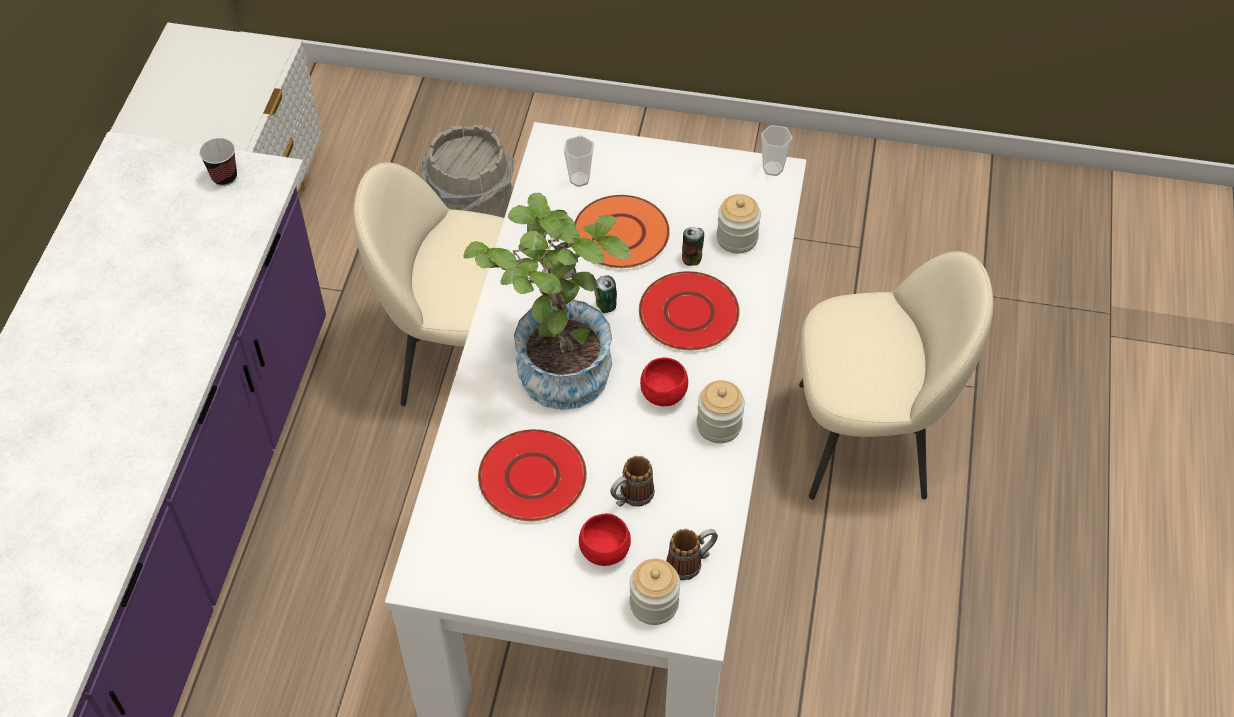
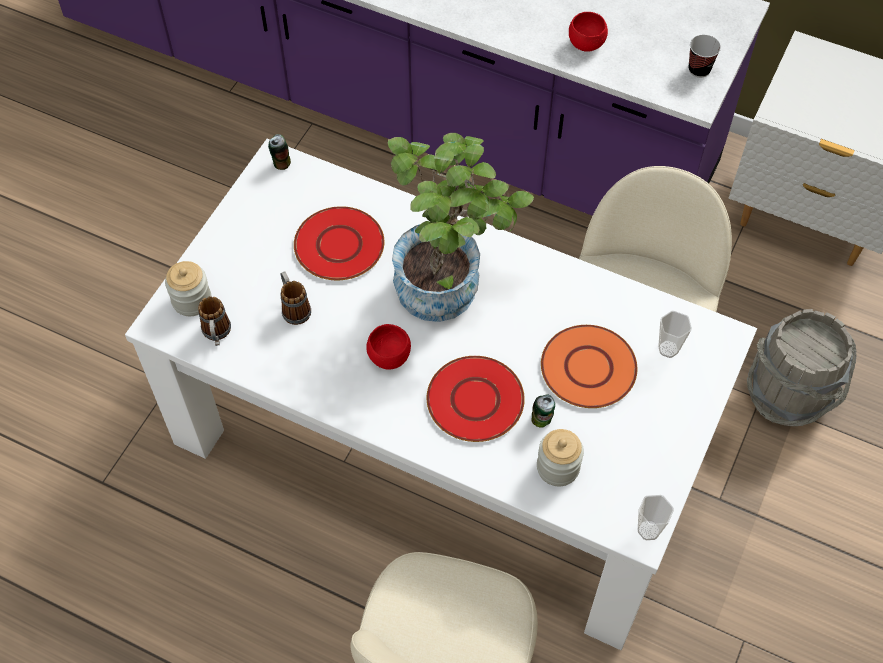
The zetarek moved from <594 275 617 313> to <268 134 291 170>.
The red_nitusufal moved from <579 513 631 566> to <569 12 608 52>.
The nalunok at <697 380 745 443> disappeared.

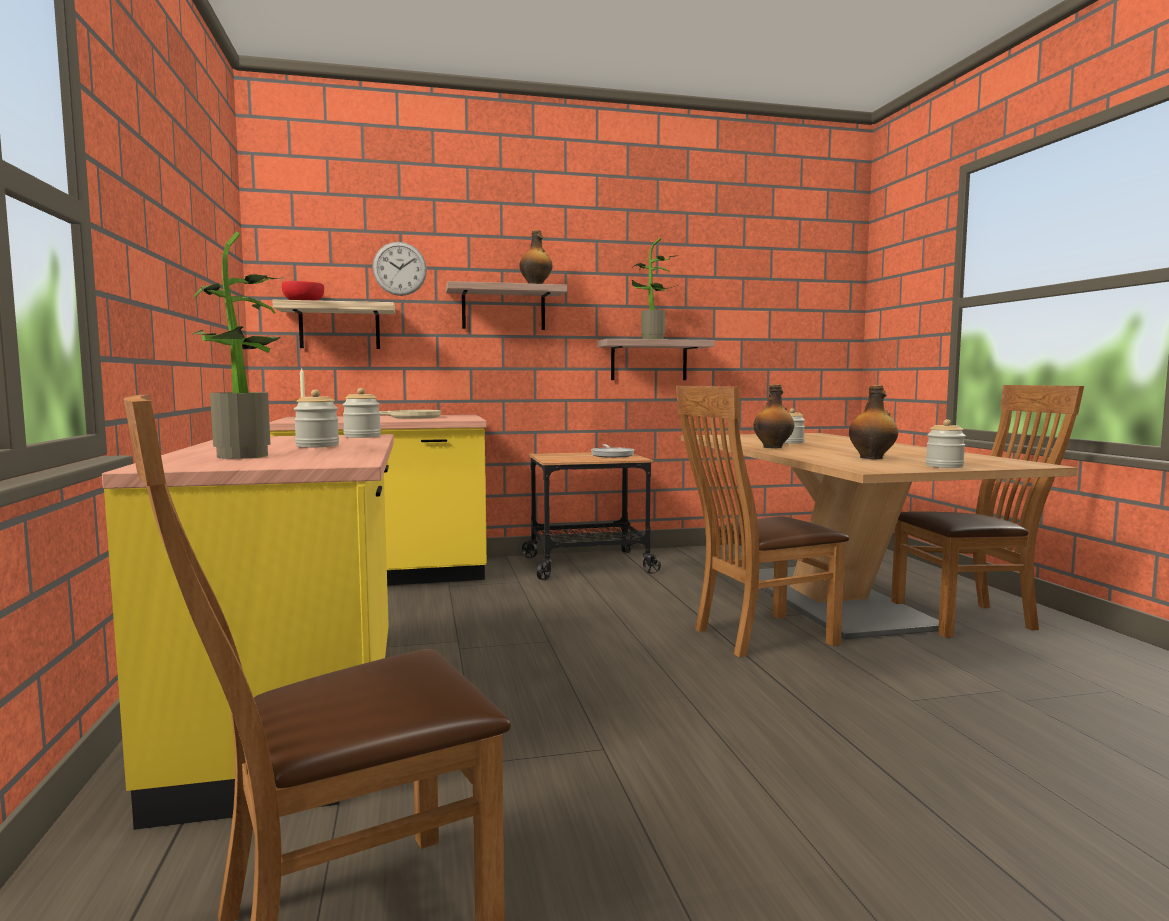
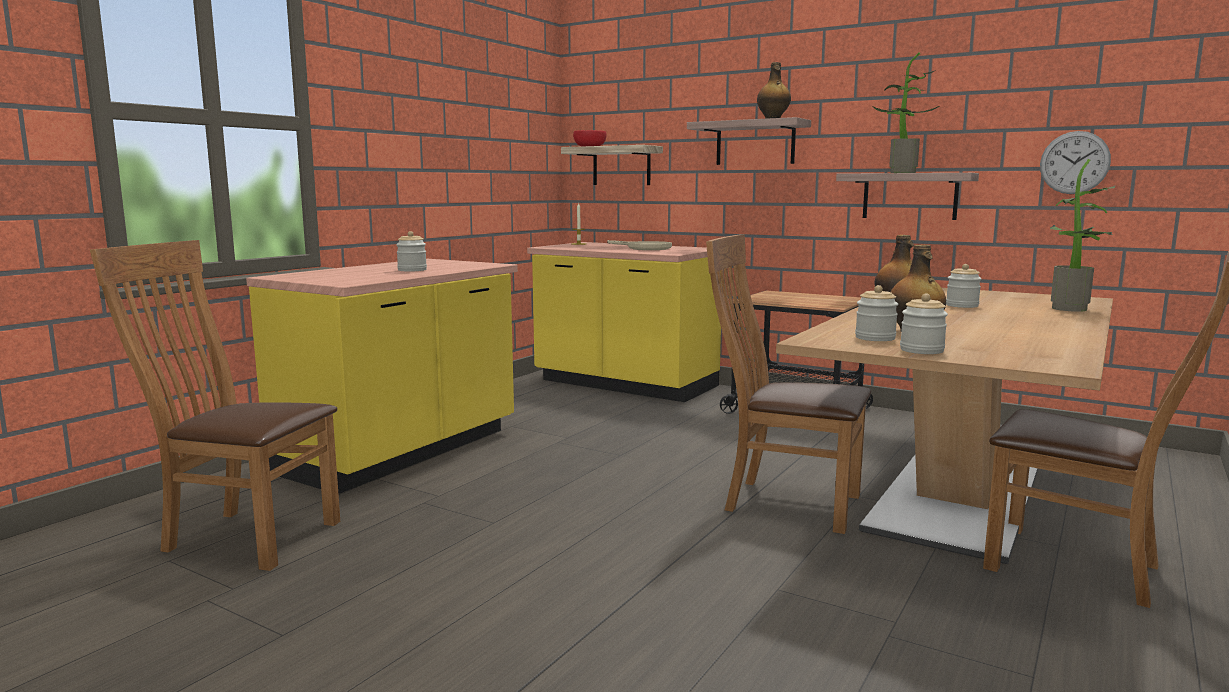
The nalunok moved from <342 388 381 438> to <855 285 898 341>.
The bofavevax moved from <372 242 427 296> to <1040 131 1111 194>.
The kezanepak moved from <193 232 284 459> to <1050 159 1115 312>.
The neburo at <591 444 634 458> disappeared.

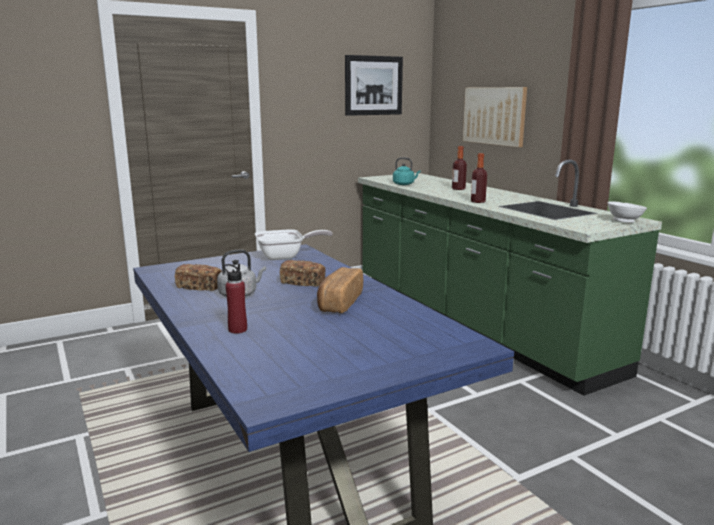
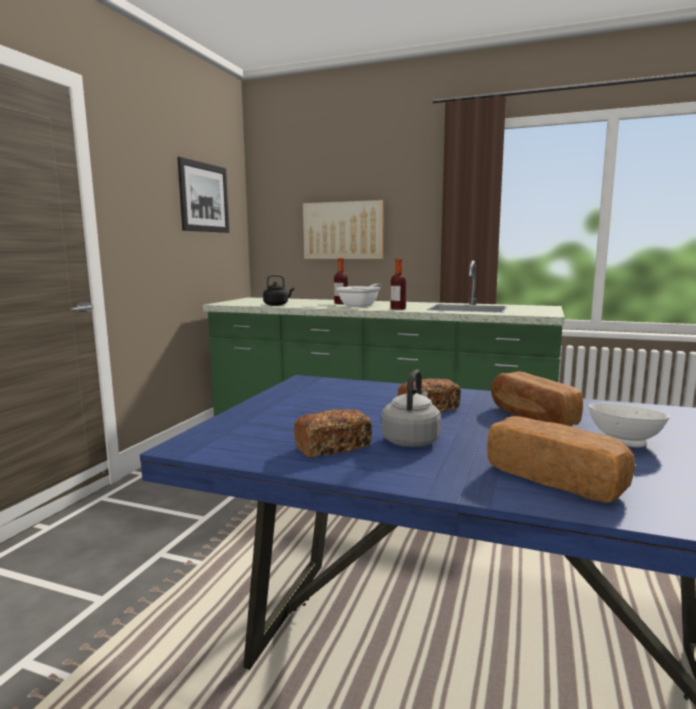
The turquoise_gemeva at <393 157 421 185> became the black_gemeva at <263 275 294 306>.
The neburo moved from <255 229 333 260> to <336 284 382 307>.
The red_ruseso at <224 264 247 334> was replaced by the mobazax at <487 416 635 503>.
The white_nitusufal moved from <607 201 647 223> to <589 403 670 447>.

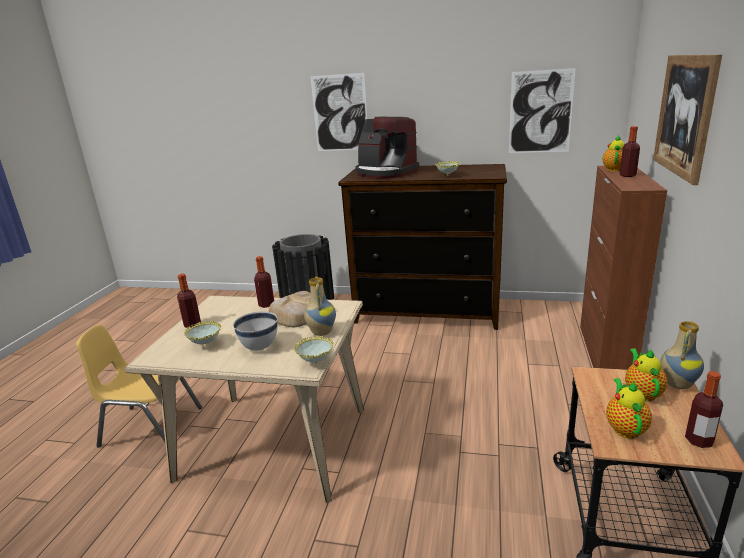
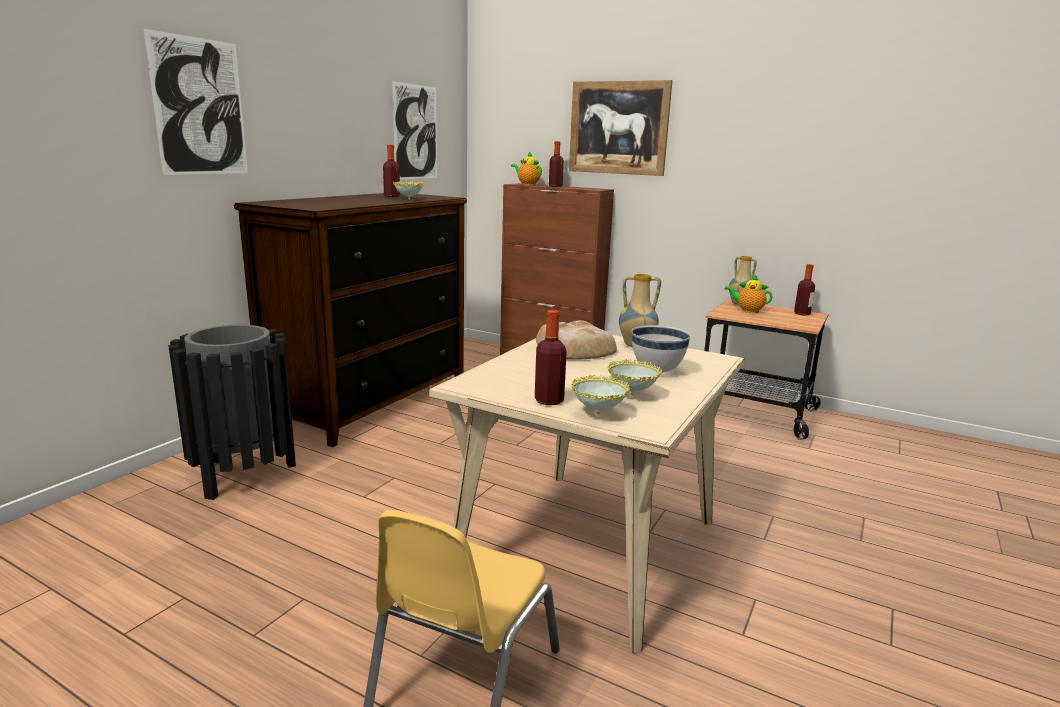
The ruseso moved from <254 256 274 308> to <383 145 400 197>.
The nitusufal moved from <294 336 333 364> to <571 375 630 415>.
The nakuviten at <355 117 419 179> disappeared.
The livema at <606 378 652 439> disappeared.

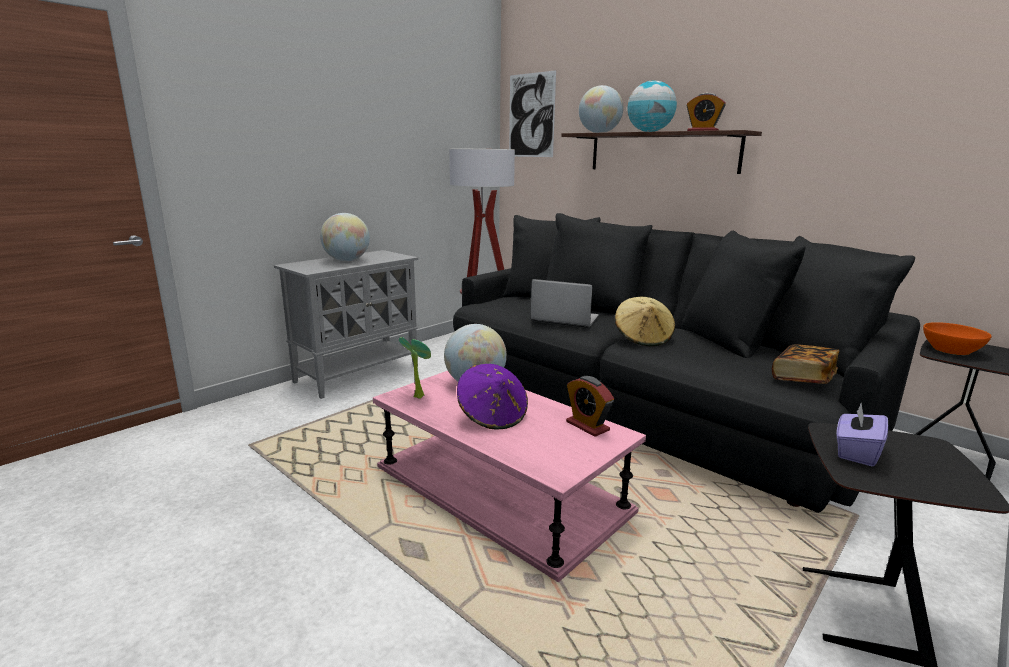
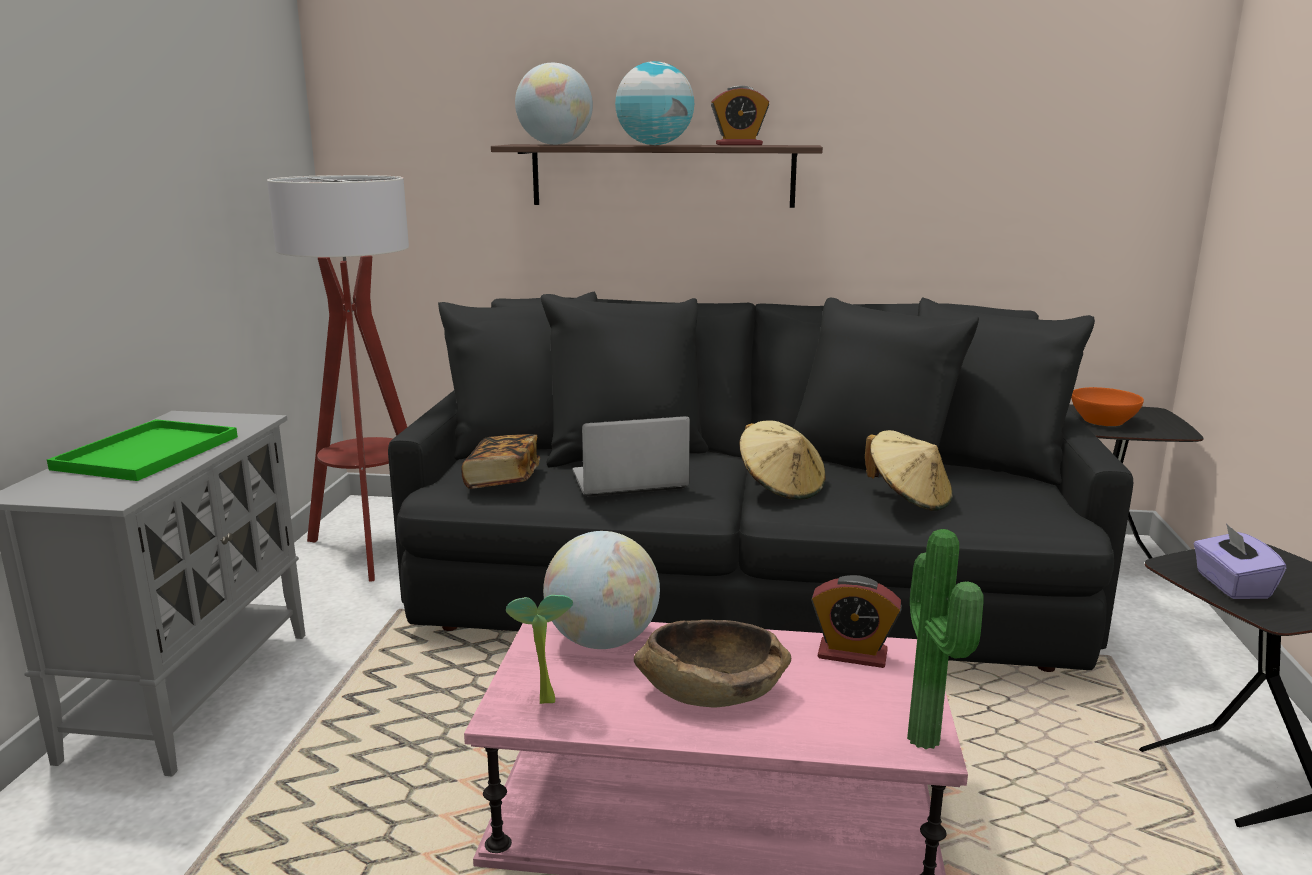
The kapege at <320 213 370 261> was replaced by the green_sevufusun at <47 419 238 481>.
The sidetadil moved from <772 344 839 384> to <461 434 540 489>.
The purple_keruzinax at <457 364 528 430> was replaced by the brown_nitusufal at <634 620 791 707>.
The beige_keruzinax at <865 430 952 511> appeared.
The kezanepak at <907 529 984 749> appeared.
The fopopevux at <509 70 556 157> disappeared.

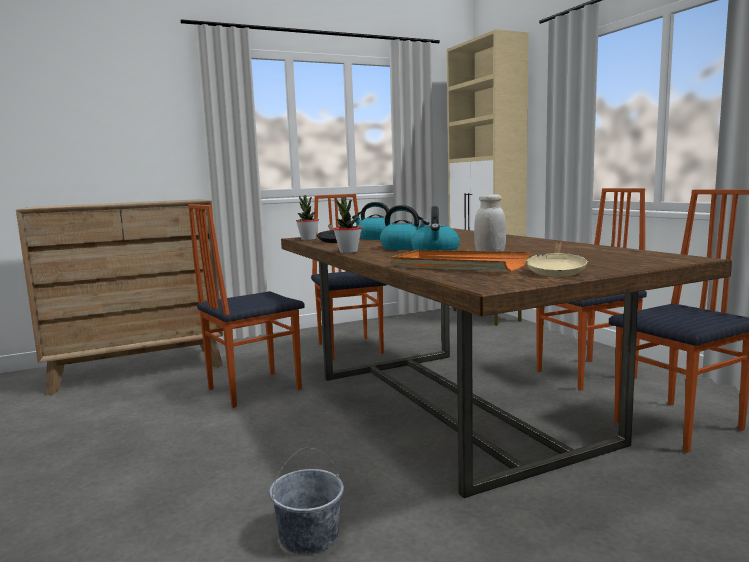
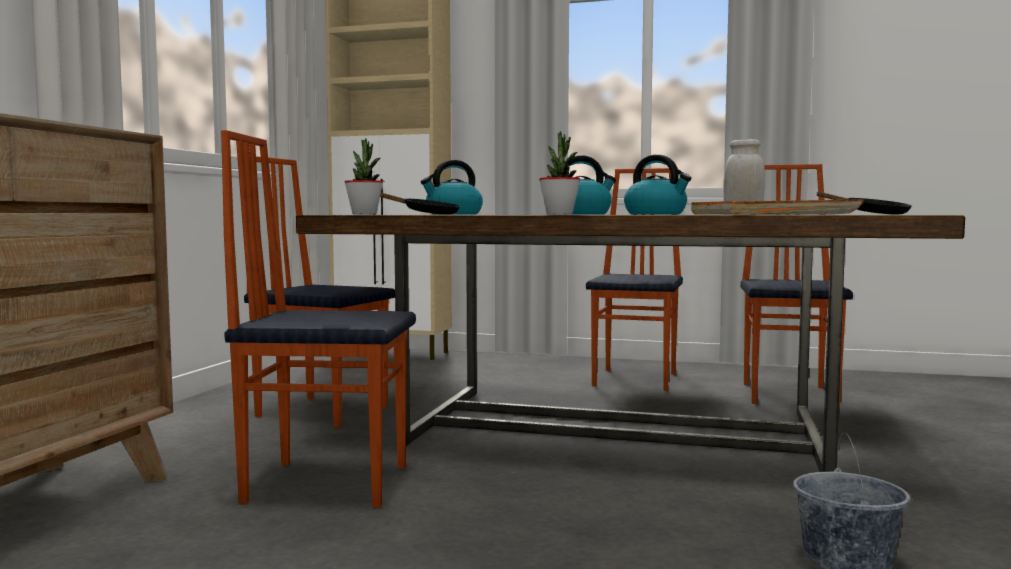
The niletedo at <188 204 305 408> turned 90 degrees clockwise.
The beige_neburo at <526 242 588 277> became the black_neburo at <817 192 912 215>.

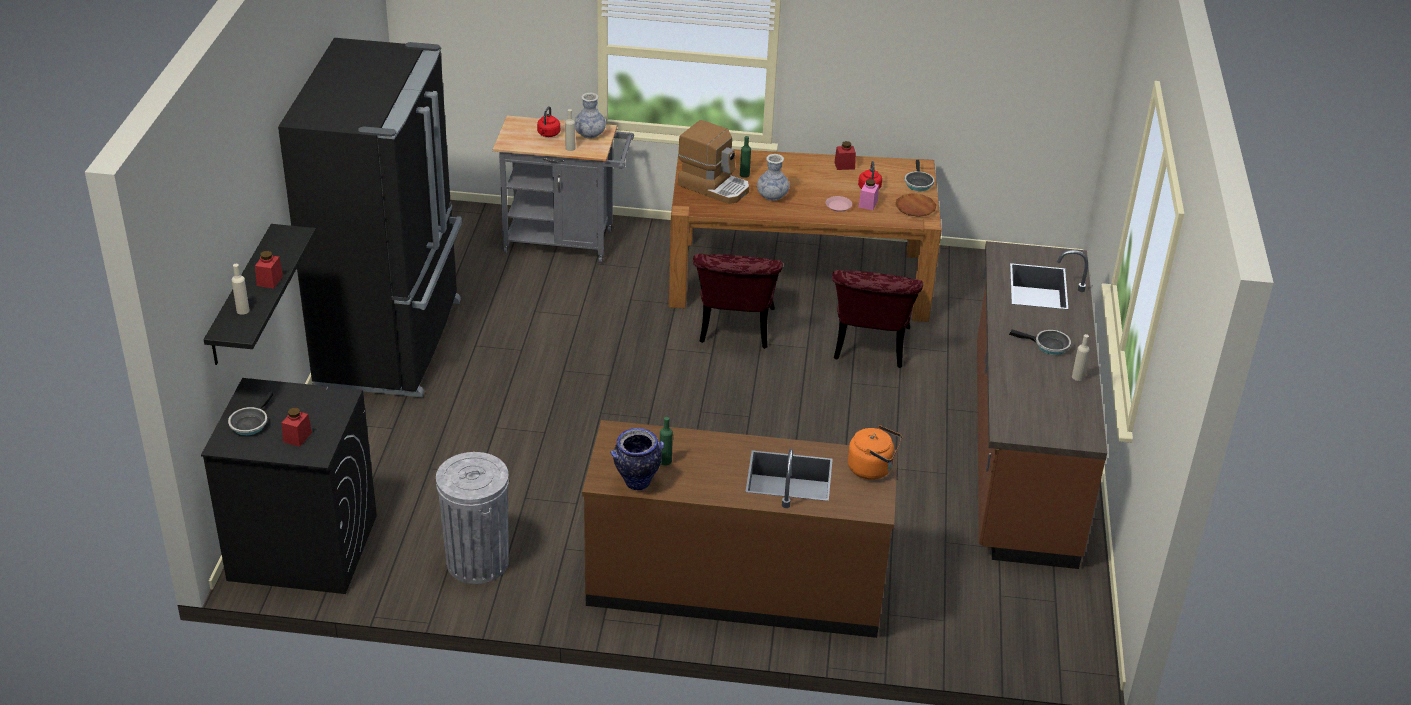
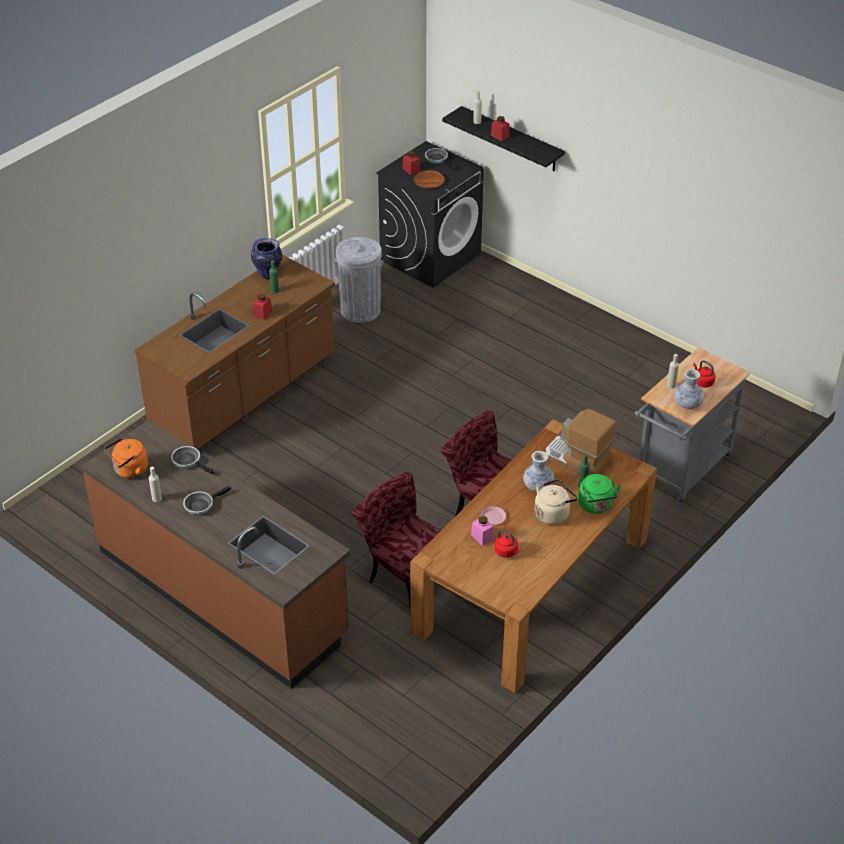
The orange_gemeva moved from <848 425 902 480> to <104 438 148 478>.
The neburo moved from <904 160 934 191> to <171 446 214 474>.
The red_nalunok moved from <834 141 856 170> to <253 294 272 320>.
The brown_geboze moved from <895 193 936 217> to <413 170 445 189>.
The beige_gemeva at <535 479 578 525> appeared.
The nakuviten at <678 120 749 204> turned 60 degrees clockwise.
The green_gemeva at <578 474 621 514> appeared.
The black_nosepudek at <278 38 462 397> disappeared.

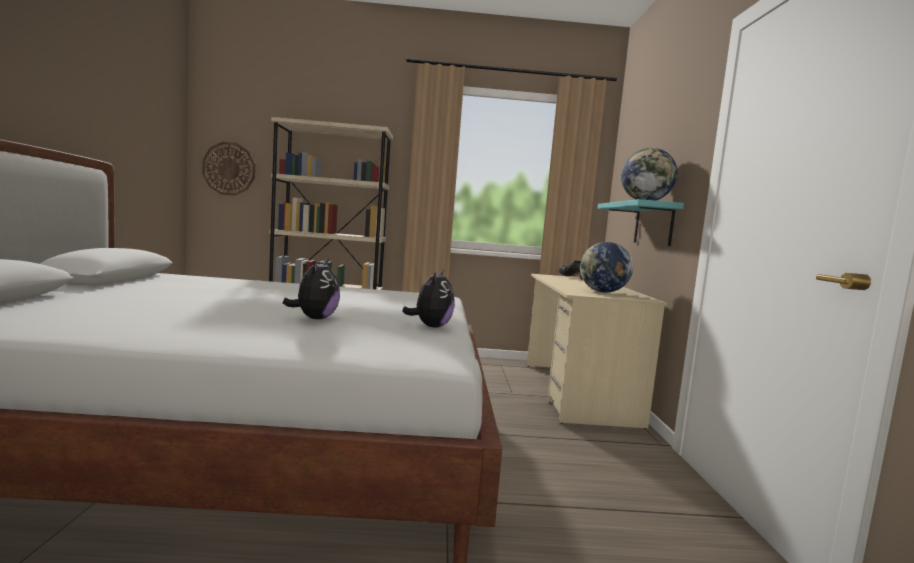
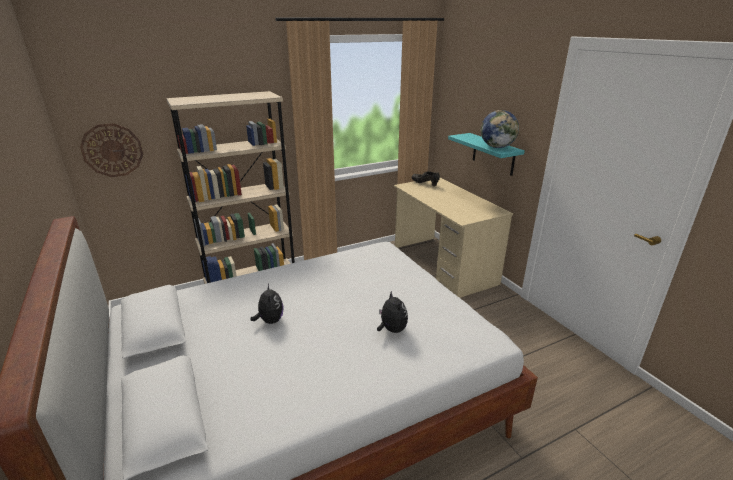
The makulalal moved from <402 269 455 327> to <250 284 284 324>.
The kapege at <580 242 633 292> disappeared.

